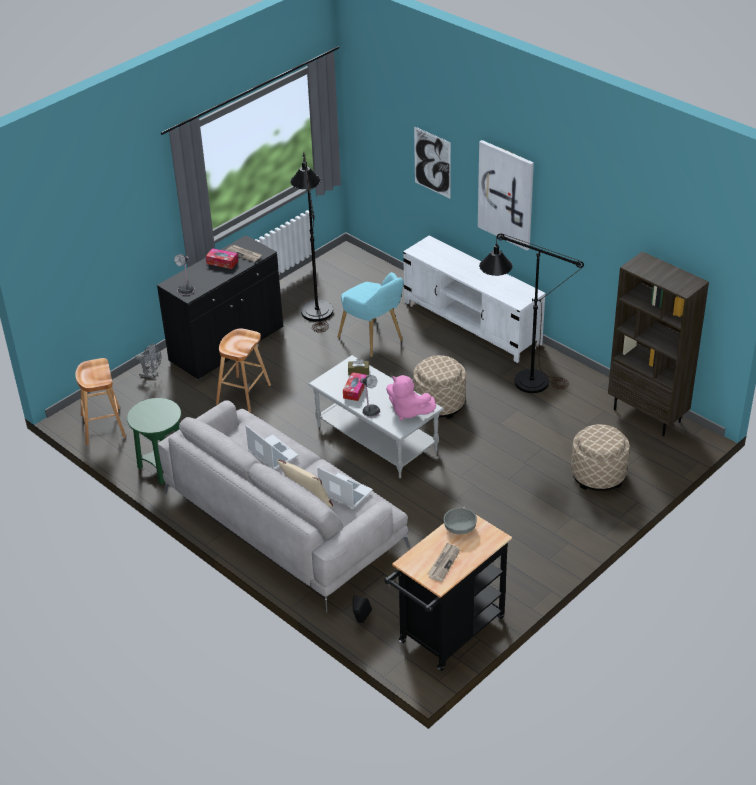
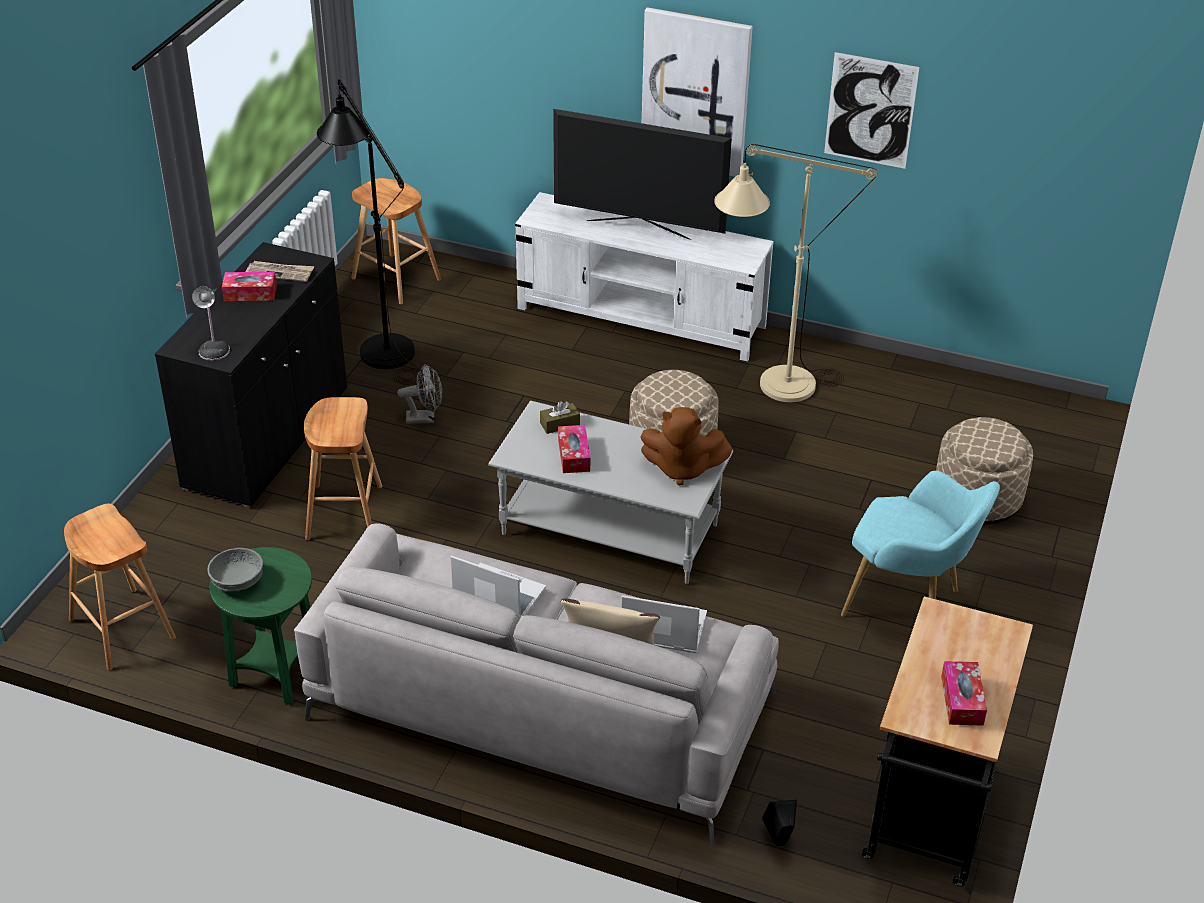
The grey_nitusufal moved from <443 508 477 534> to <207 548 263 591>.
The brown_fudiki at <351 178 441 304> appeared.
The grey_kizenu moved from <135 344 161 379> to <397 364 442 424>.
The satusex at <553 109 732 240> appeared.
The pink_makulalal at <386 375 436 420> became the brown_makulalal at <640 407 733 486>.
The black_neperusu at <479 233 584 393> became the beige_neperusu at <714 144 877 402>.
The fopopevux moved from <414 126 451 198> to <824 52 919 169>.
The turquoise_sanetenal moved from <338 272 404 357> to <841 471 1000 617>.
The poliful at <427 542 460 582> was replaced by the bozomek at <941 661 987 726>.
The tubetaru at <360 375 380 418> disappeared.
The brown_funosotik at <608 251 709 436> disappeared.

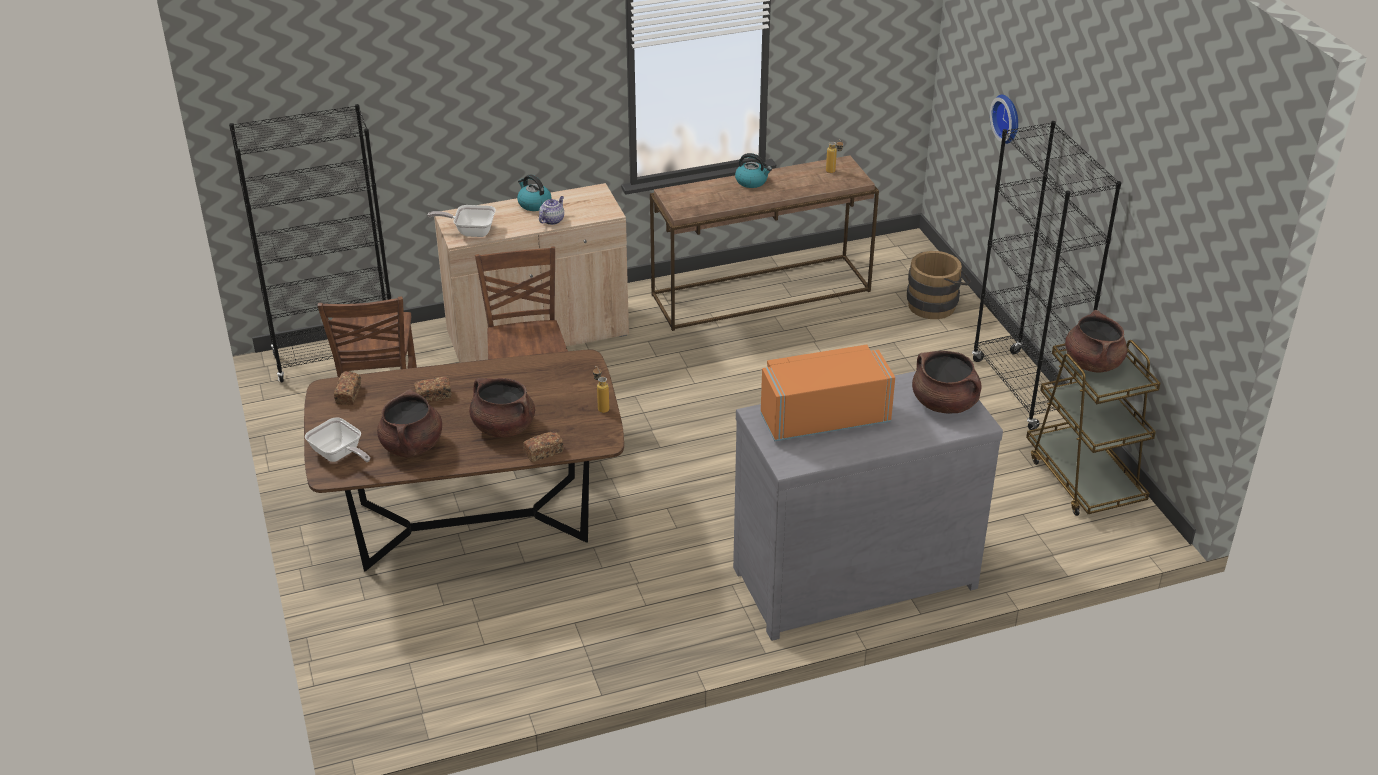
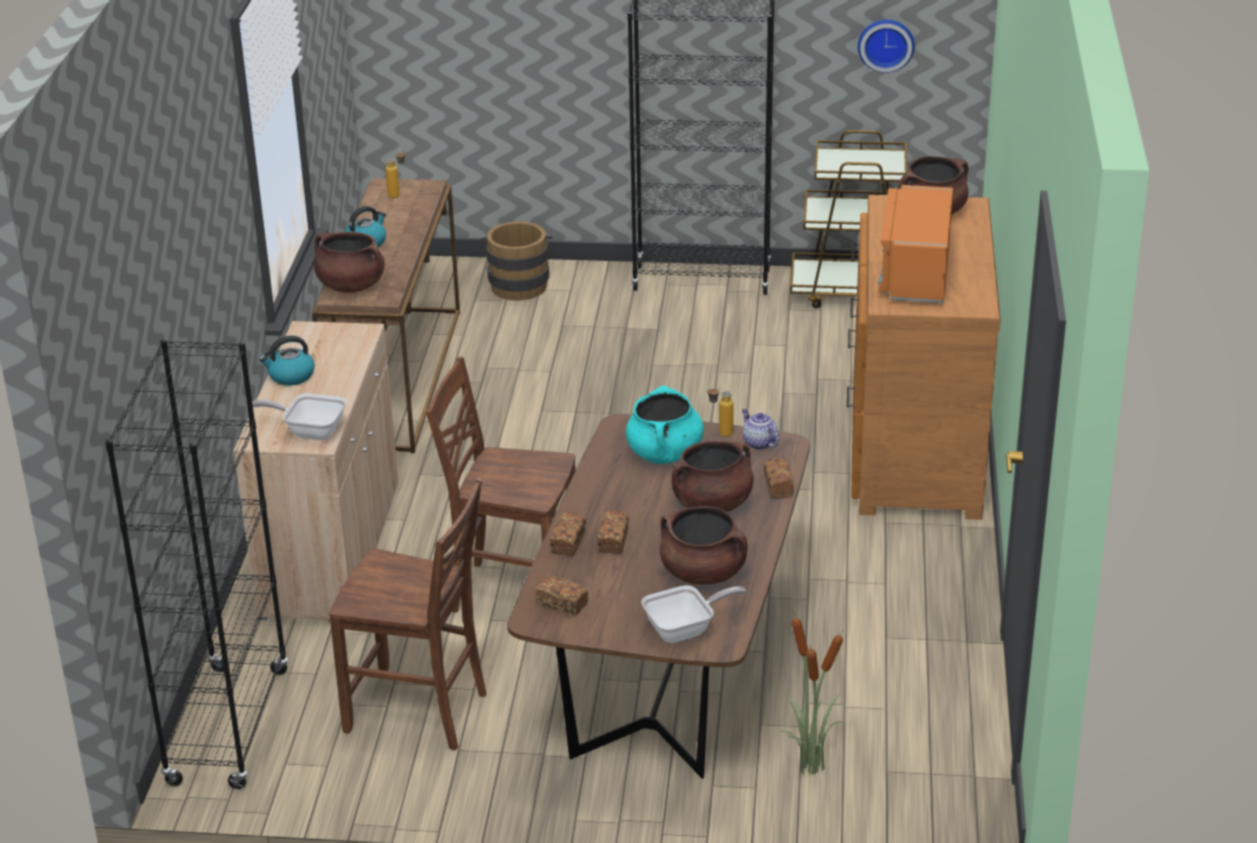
The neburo at <428 205 496 237> turned 75 degrees clockwise.
The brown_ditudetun moved from <1065 310 1127 372> to <314 232 385 293>.
The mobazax at <550 511 586 556> appeared.
The turquoise_ditudetun at <626 385 704 464> appeared.
The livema moved from <539 196 564 225> to <742 409 779 450>.
The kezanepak at <780 610 844 775> appeared.
The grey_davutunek at <733 371 1003 641> became the brown_davutunek at <847 195 1001 520>.
The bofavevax moved from <990 95 1018 144> to <858 20 915 73>.

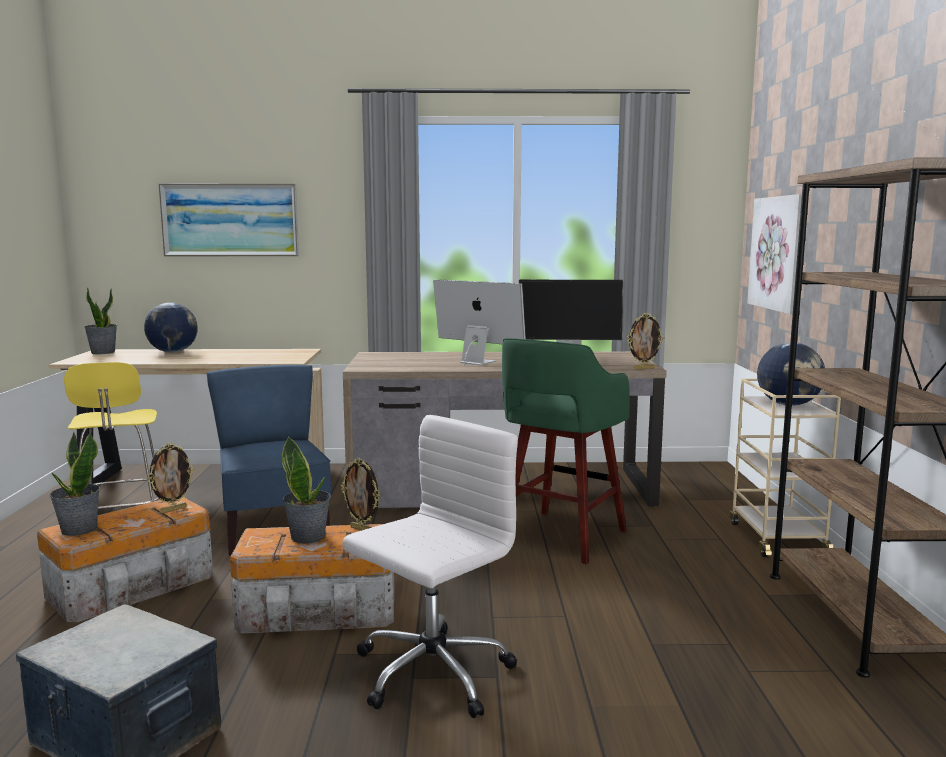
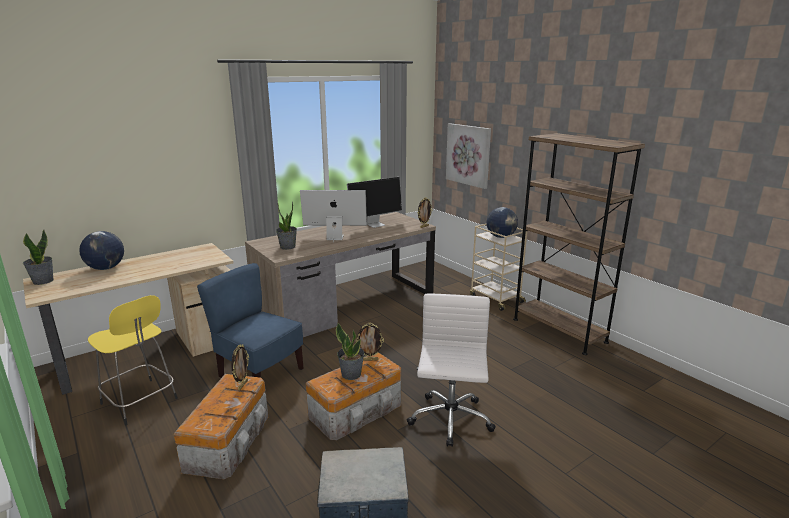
The kezanepak moved from <49 431 100 536> to <276 201 297 250>.
The fopopevux at <159 184 299 256> disappeared.
The green_fudiki at <502 338 630 564> disappeared.

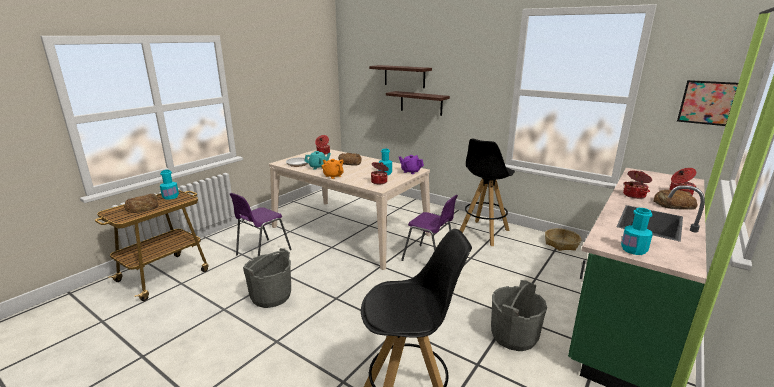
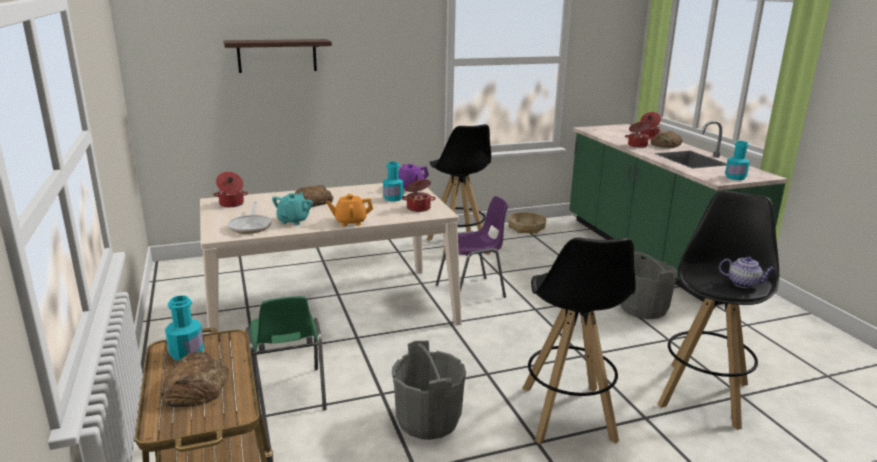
The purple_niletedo at <230 193 292 256> became the green_niletedo at <246 296 327 410>.
The black_fudiki at <522 237 636 444> appeared.
The livema at <719 256 775 288> appeared.
The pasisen at <386 91 450 116> disappeared.
The fopopevux at <677 80 738 126> disappeared.

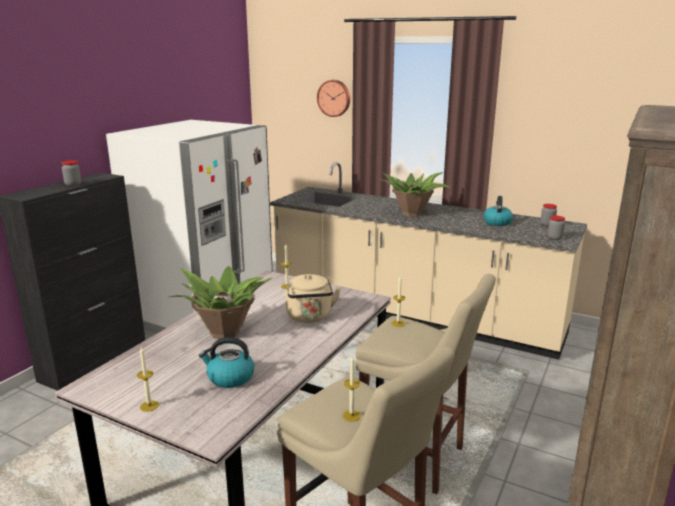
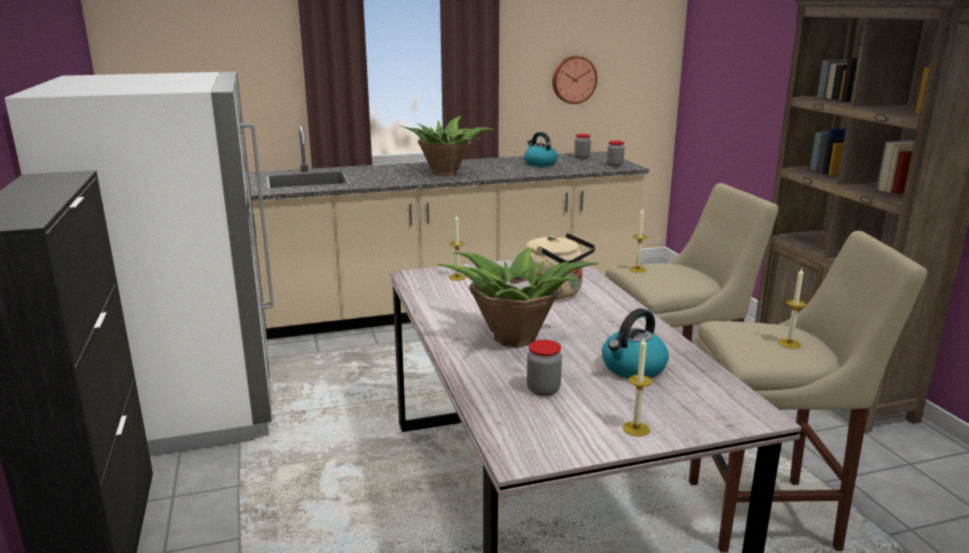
The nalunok moved from <62 160 82 186> to <527 340 562 396>.
The bofavevax moved from <317 80 350 117> to <552 56 598 104>.

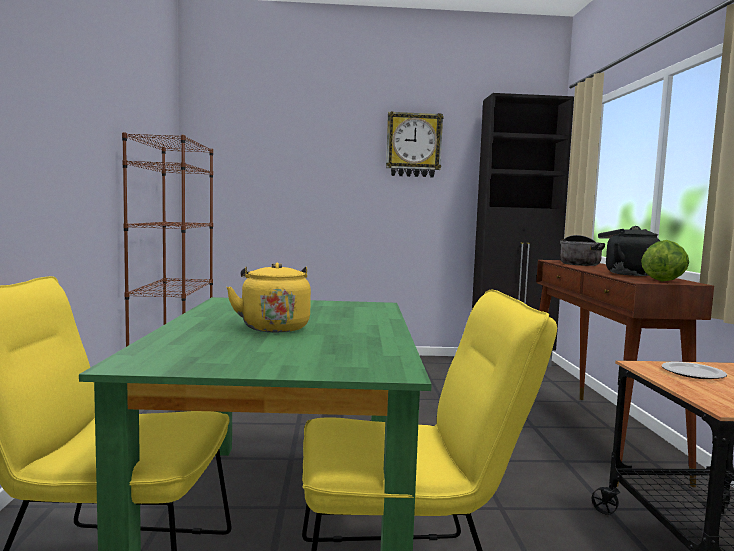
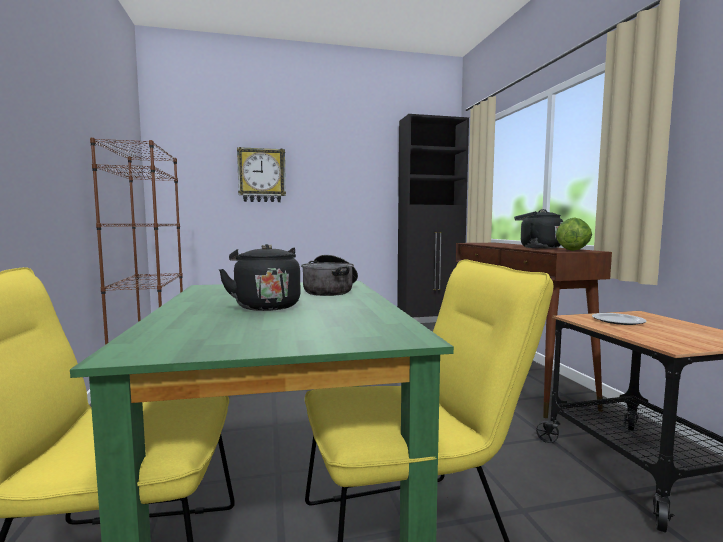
The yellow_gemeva at <227 263 311 332> became the black_gemeva at <219 244 300 311>.
The bofavevax moved from <386 111 443 177> to <237 147 286 202>.
The ditudetun moved from <560 235 605 266> to <301 255 358 296>.

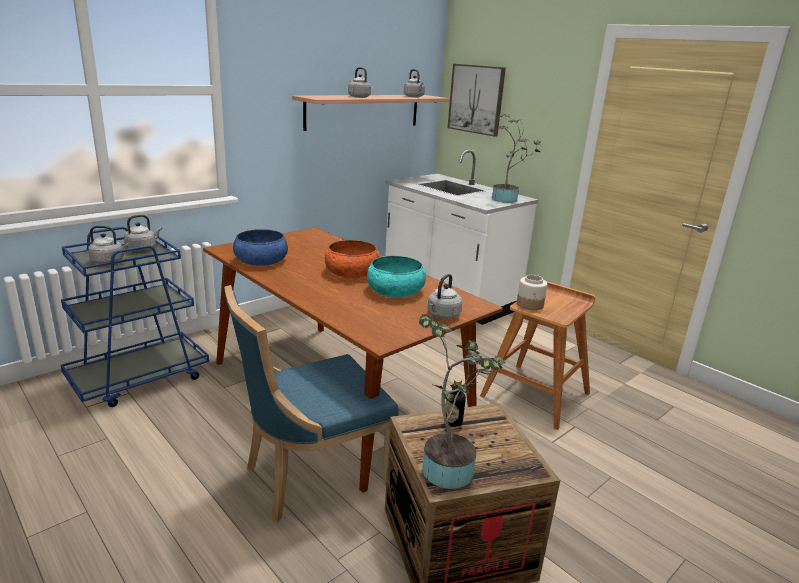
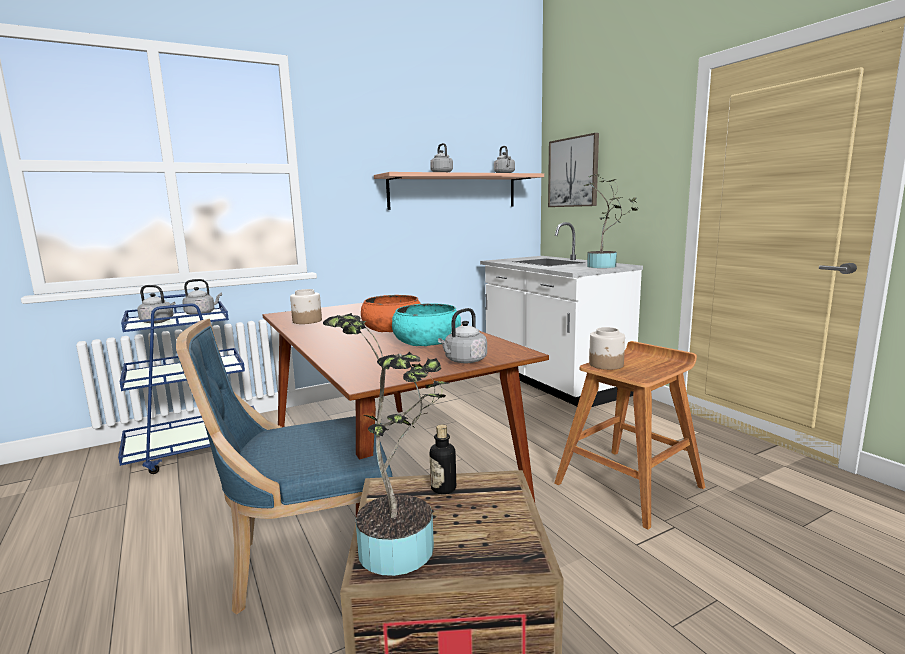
The blue_nitusufal at <233 229 288 266> was replaced by the nalunok at <290 289 322 324>.

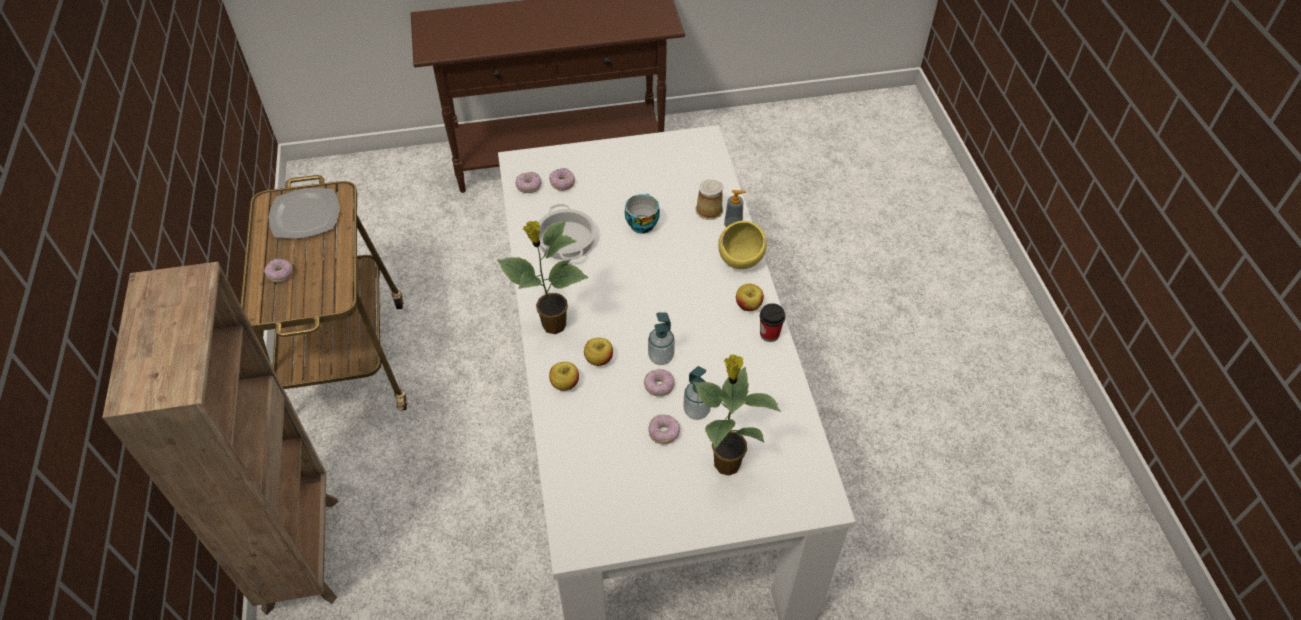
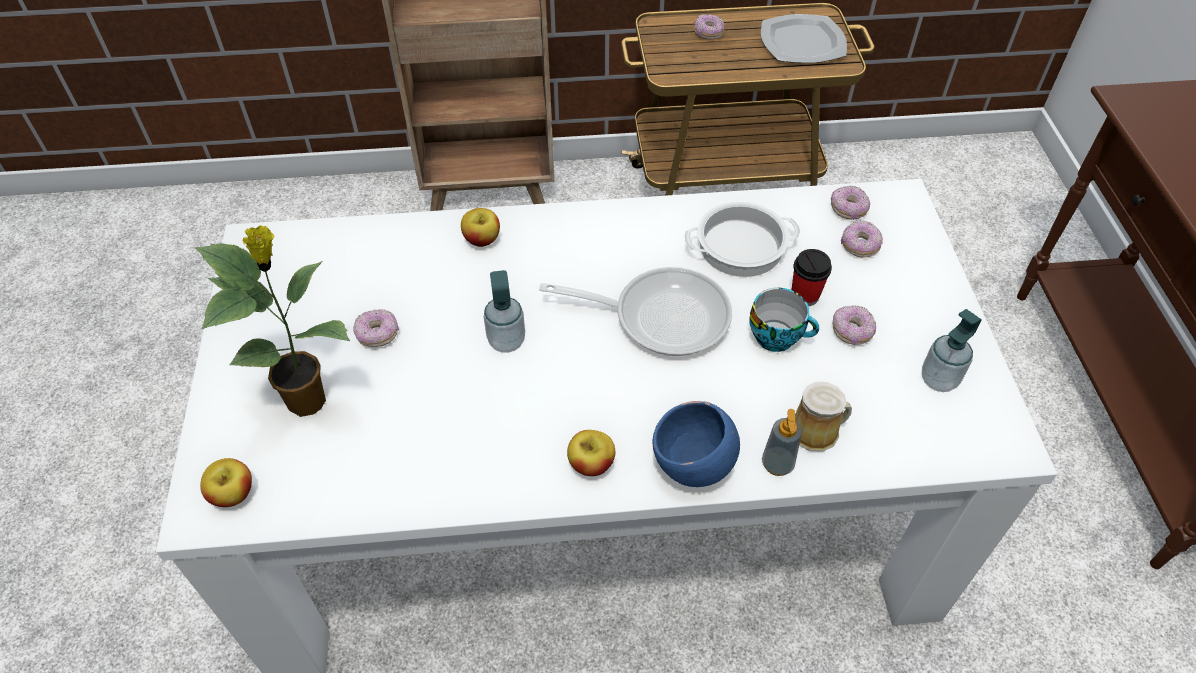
The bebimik moved from <584 338 613 366> to <200 458 252 507>.
The neburo at <539 267 732 356> appeared.
The yellow_nitusufal at <718 221 767 269> became the blue_nitusufal at <652 401 740 487>.
The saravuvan moved from <760 303 785 342> to <792 249 832 306>.
The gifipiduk moved from <644 369 674 396> to <832 305 876 346>.
The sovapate moved from <683 366 711 420> to <922 309 982 392>.
The kezanepak at <497 221 589 334> disappeared.

